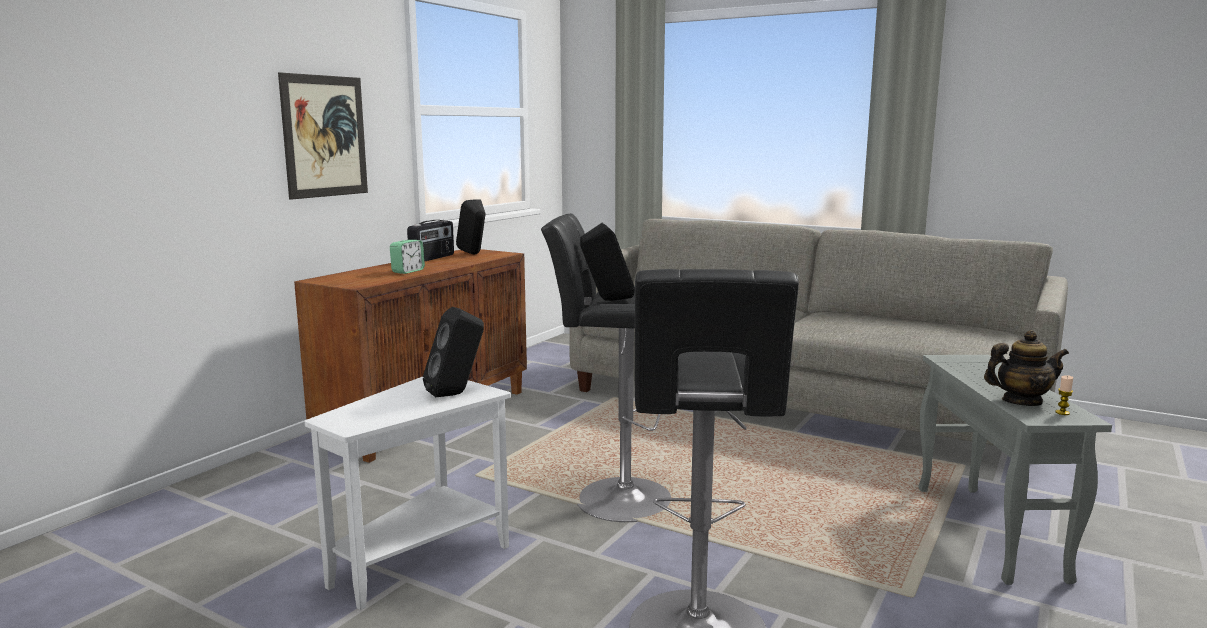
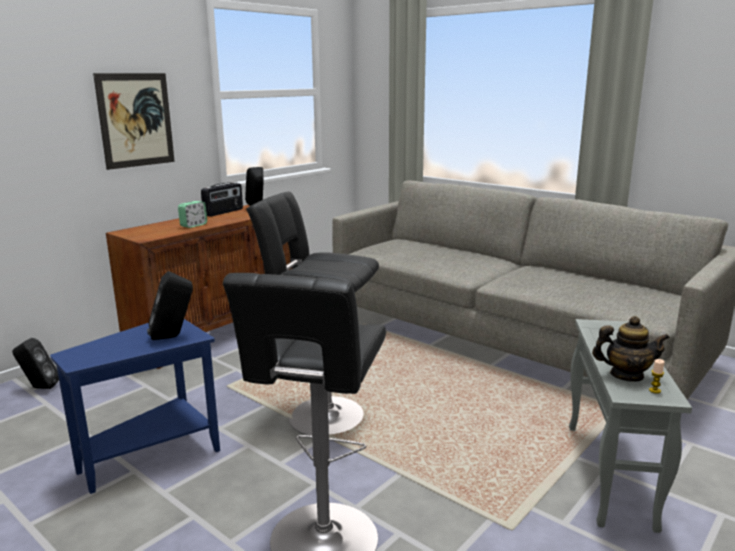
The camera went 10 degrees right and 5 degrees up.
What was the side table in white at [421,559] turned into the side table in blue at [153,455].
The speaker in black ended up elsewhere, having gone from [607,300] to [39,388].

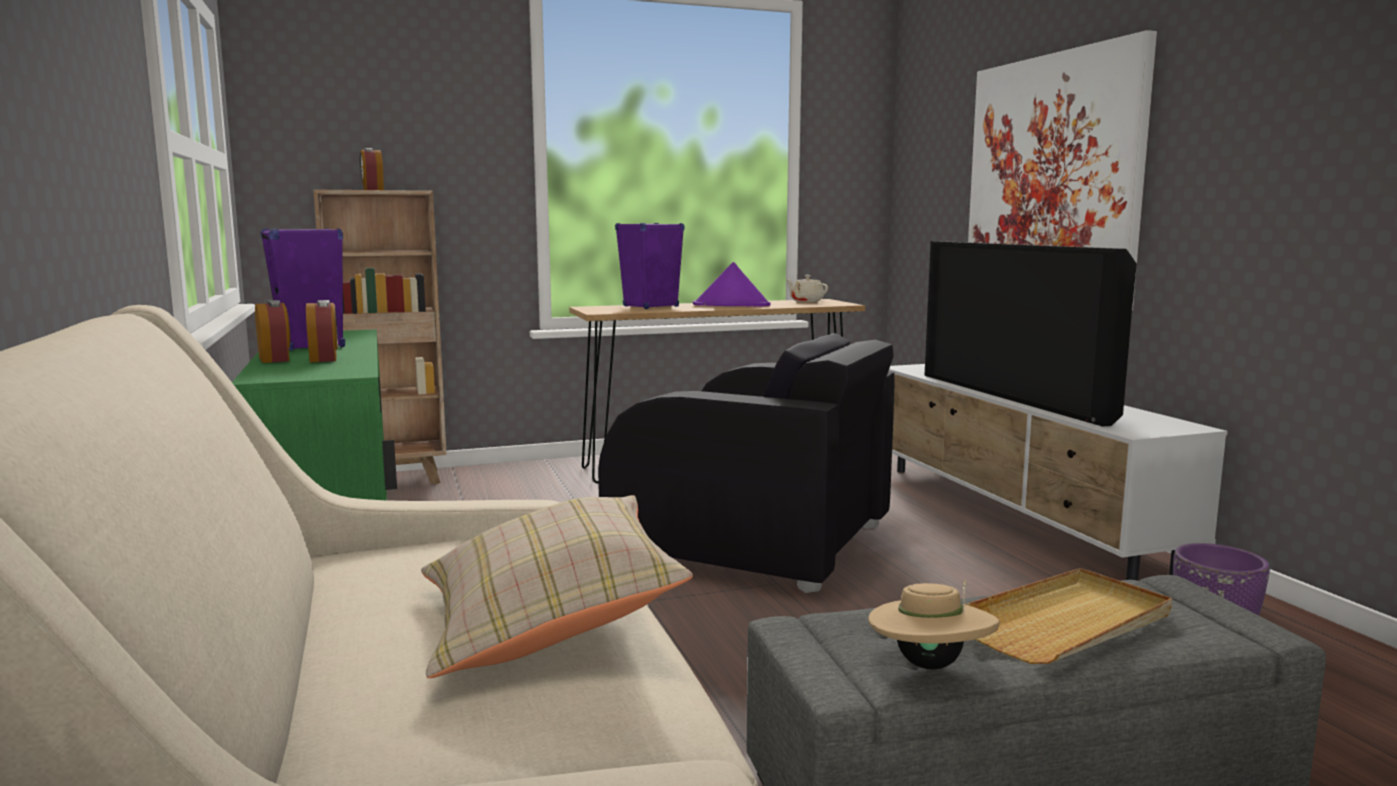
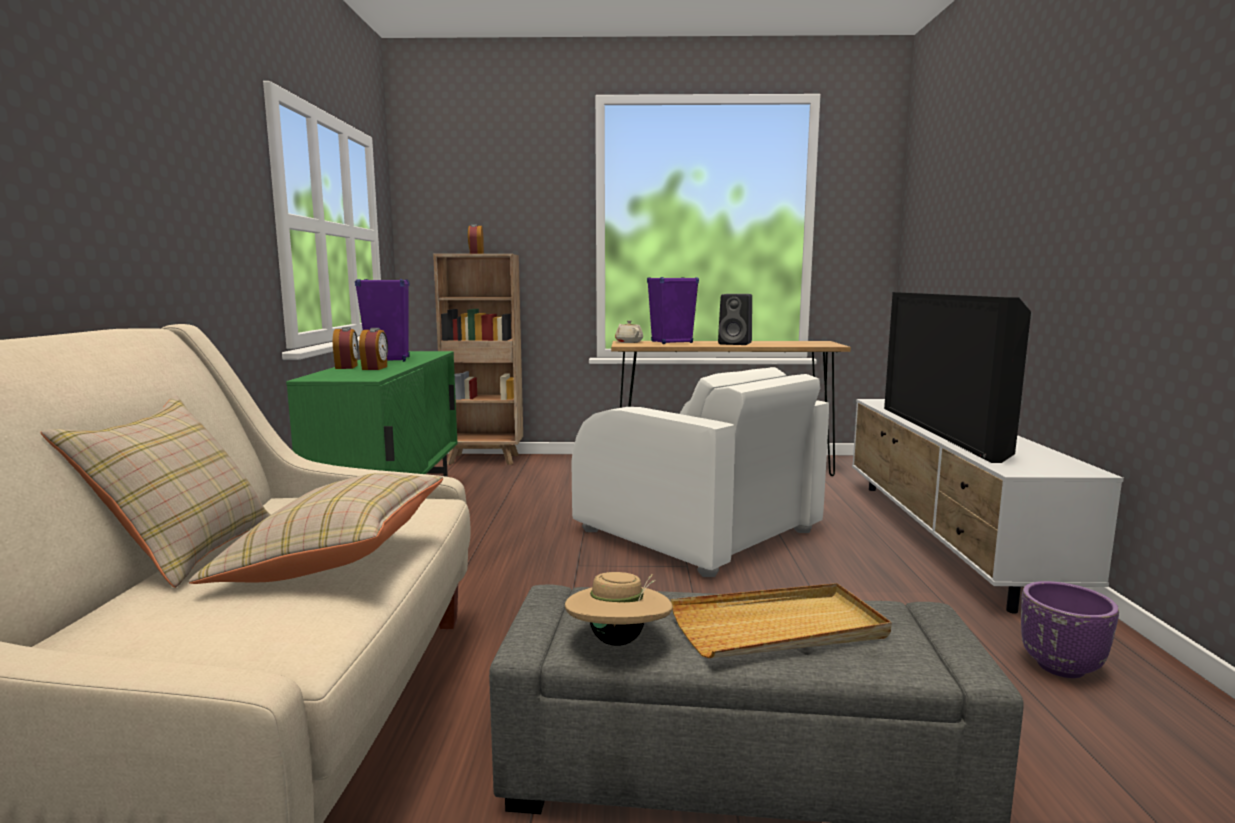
The camera went 20 degrees right and 0 degrees up.
What was the armchair in black at [754,541] turned into the armchair in white at [698,531].
Where the hat in purple stood at [732,305], the speaker in black came to stand at [736,343].
The teapot in beige ended up elsewhere, having gone from [806,301] to [628,342].
The second view lost the picture at [1052,179].
The second view gained the pillow in beige at [185,552].

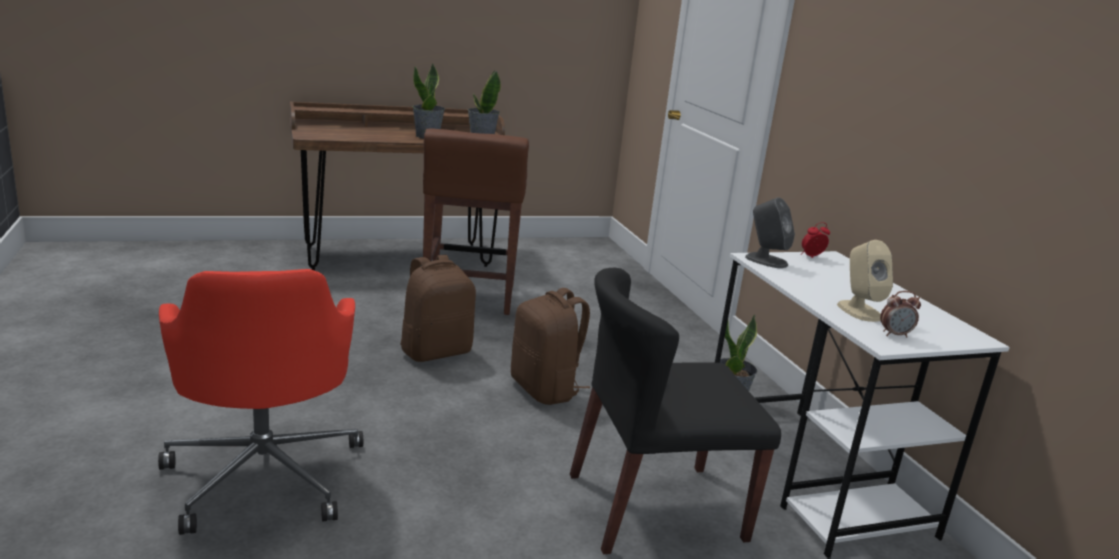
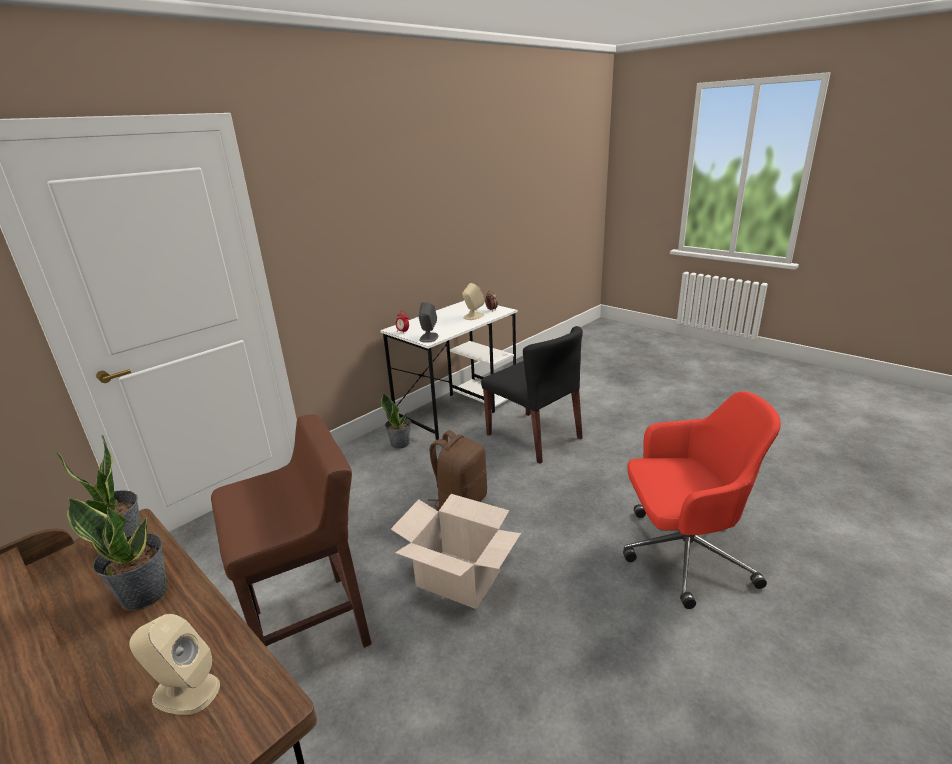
The camera went 115 degrees left and 5 degrees up.
The office chair in red at [265,474] ended up facing another way, 45 degrees clockwise from before.
Where the backpack in brown stood at [436,352], the cardboard box came to stand at [458,579].
The second view gained the speaker in beige at [185,691].

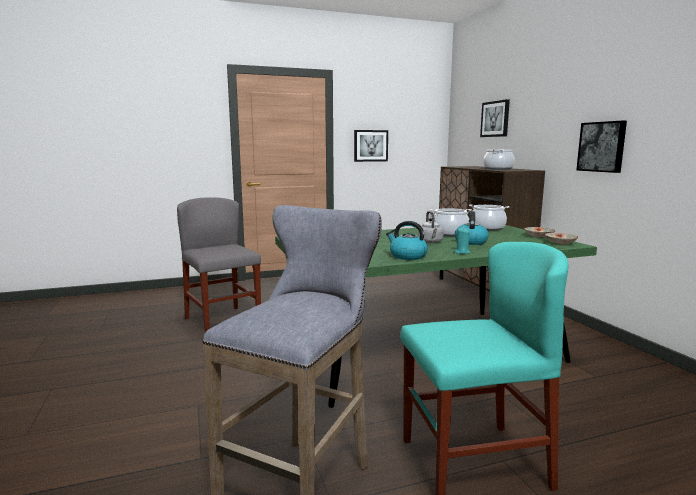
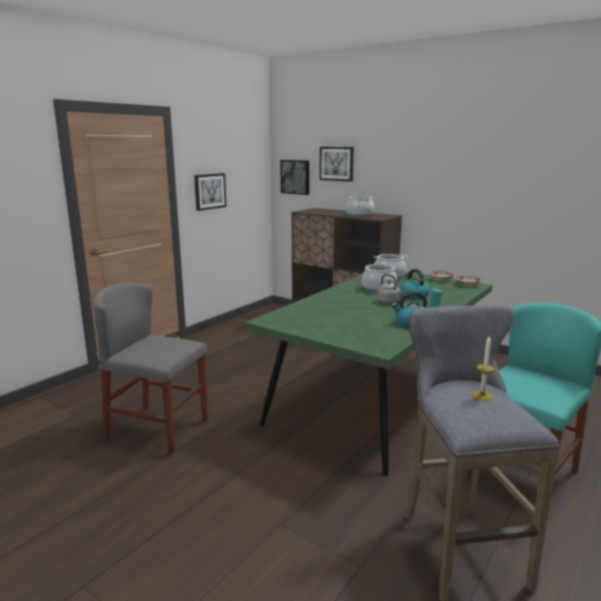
The camera went 35 degrees left and 5 degrees up.
The picture ended up elsewhere, having gone from [602,146] to [295,177].
The second view gained the candle at [482,395].

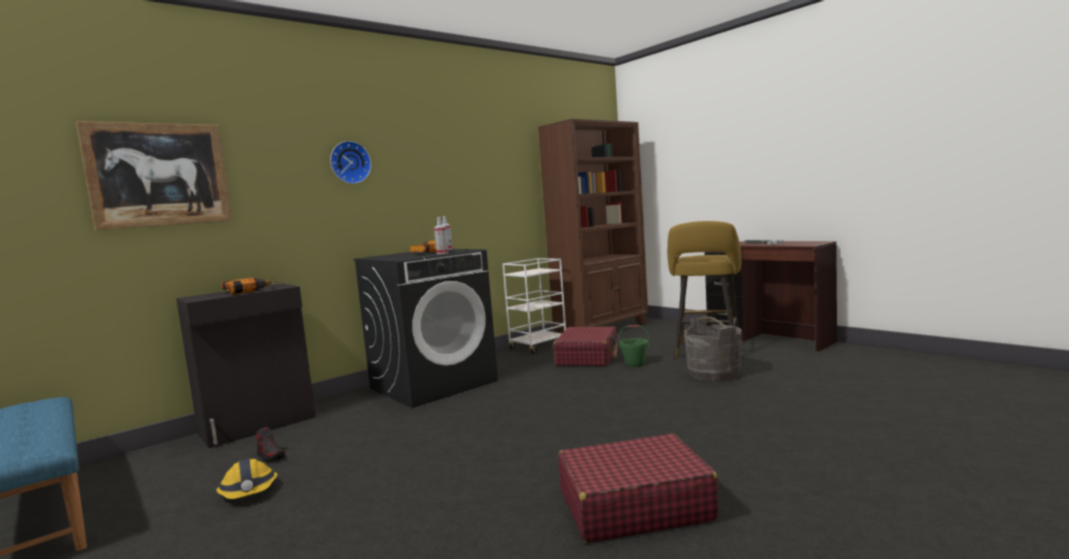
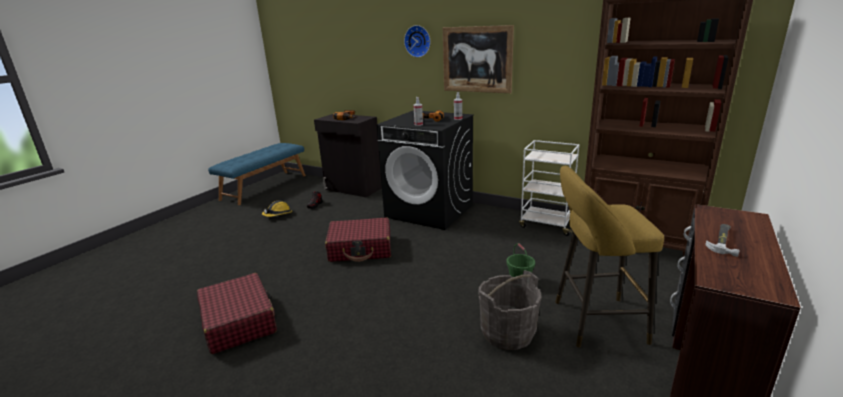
The camera went 70 degrees right and 15 degrees up.
The picture ended up elsewhere, having gone from [159,175] to [477,59].
The suitcase in red ended up elsewhere, having gone from [587,357] to [361,249].

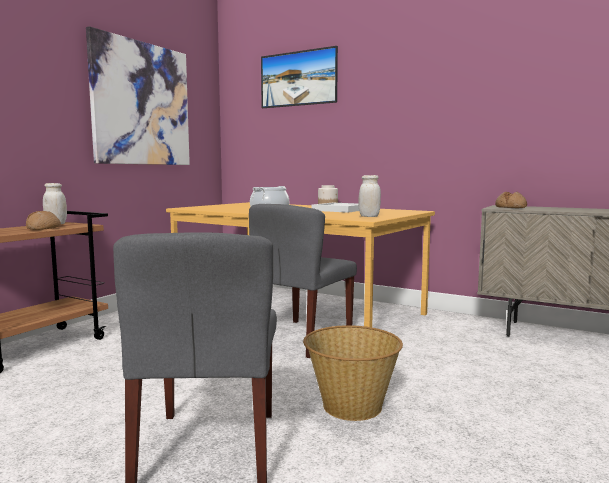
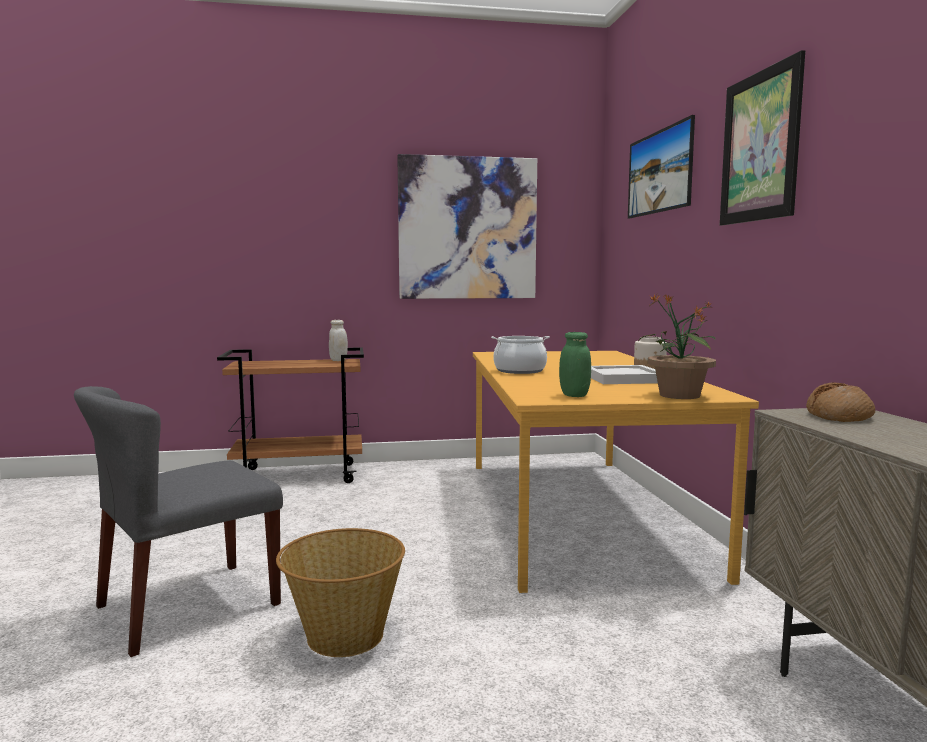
The camera went 50 degrees right and 0 degrees up.
The second view lost the bread at [43,228].
The second view lost the chair in grey at [301,338].
What was the jar in white at [369,216] turned into the jar in green at [574,395].
The second view gained the potted plant at [678,395].
The second view gained the picture at [760,147].

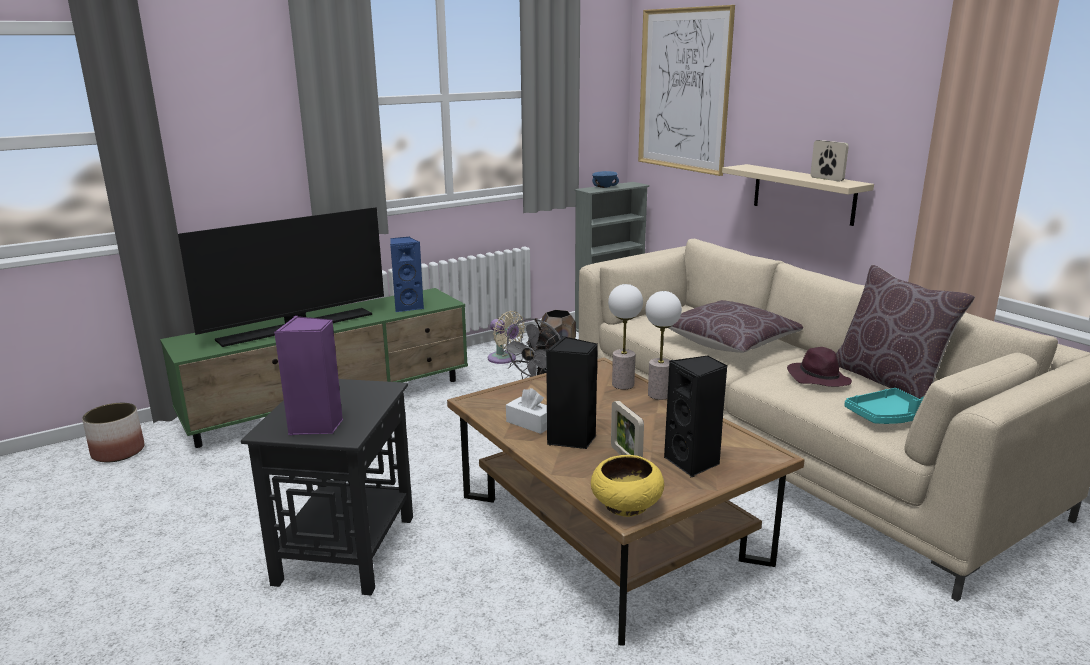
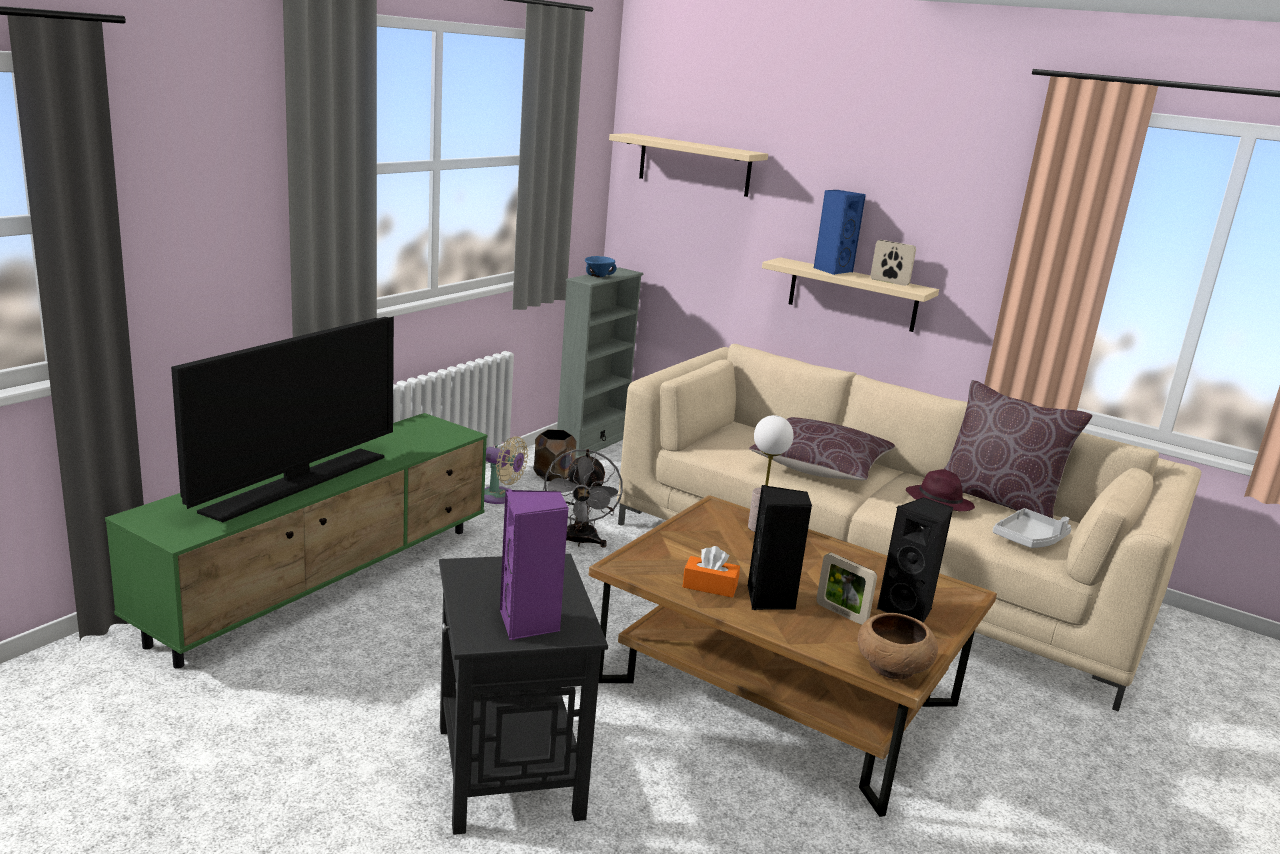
The camera went 25 degrees left and 0 degrees up.
The second view lost the planter at [118,452].
The speaker in blue ended up elsewhere, having gone from [407,307] to [832,270].
What was the tissue box in white at [530,423] turned into the tissue box in orange at [710,586].
What was the bowl in yellow at [625,506] turned into the bowl in brown at [892,668].
Where the picture hung at [683,90], the shelf in beige came to hang at [694,165].
The second view lost the table lamp at [659,394].
What was the tray in turquoise at [888,417] turned into the tray in grey at [1030,539].

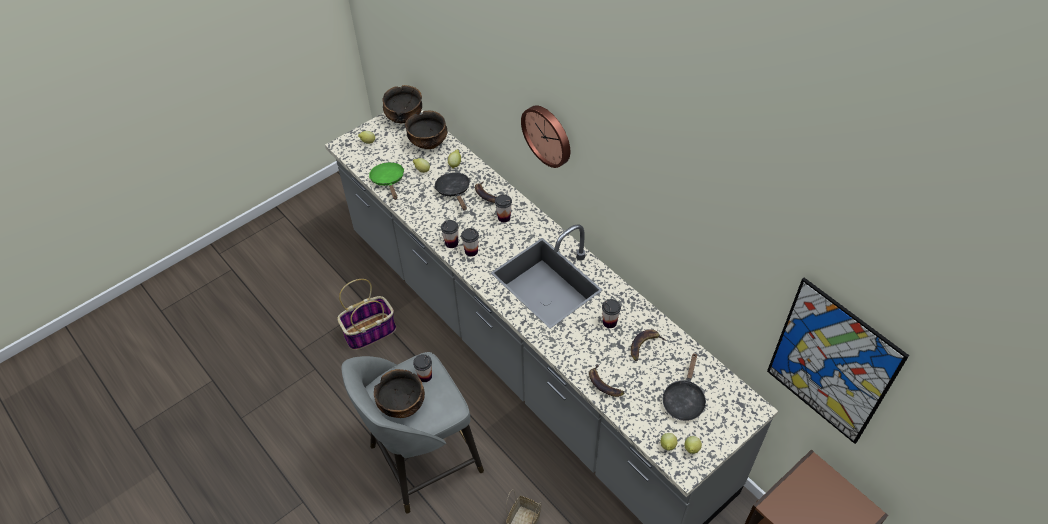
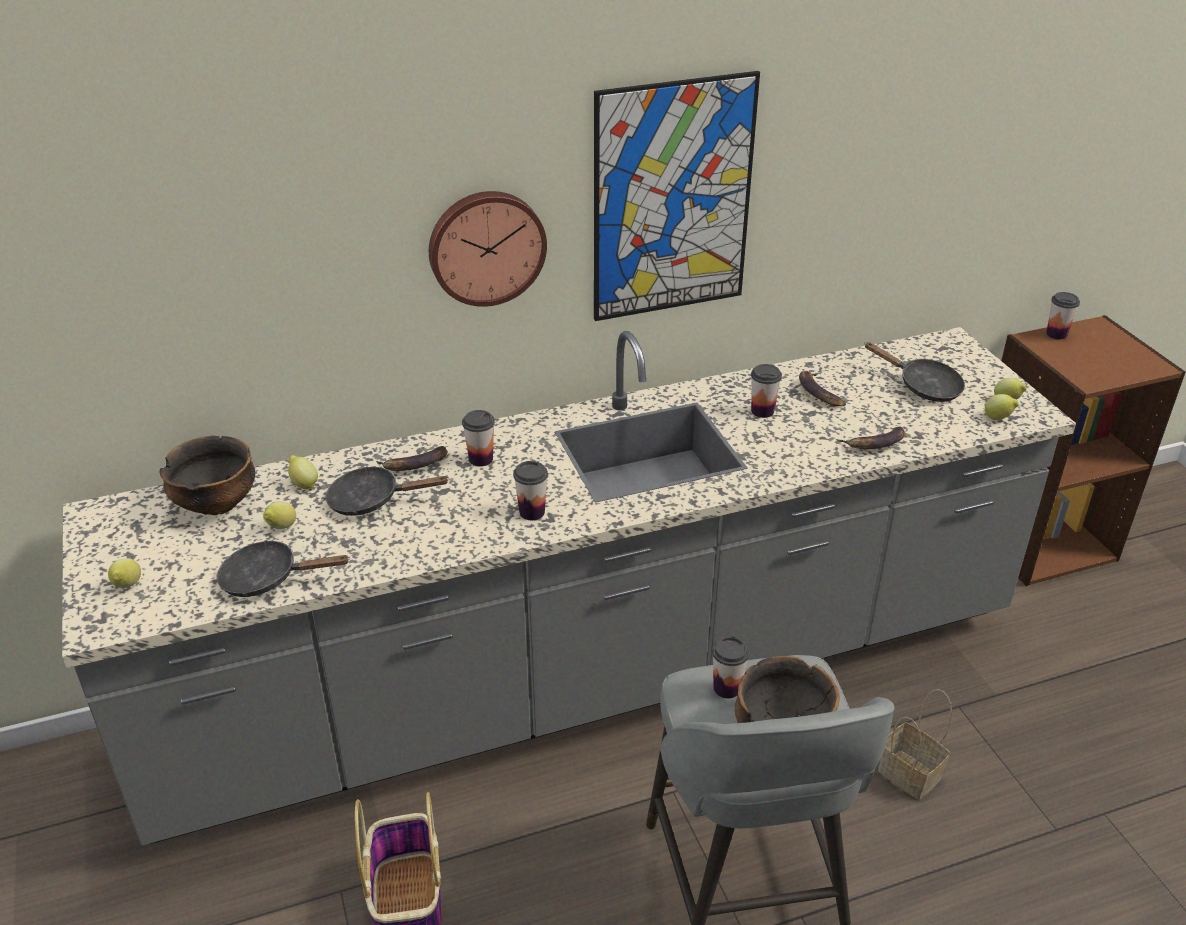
The camera went 70 degrees left and 15 degrees down.
What was the frying pan in green at [388,181] turned into the frying pan in black at [268,578].
The second view lost the bowl at [404,118].
The cup ended up elsewhere, having gone from [451,243] to [1056,334].
The picture ended up elsewhere, having gone from [831,363] to [672,200].

